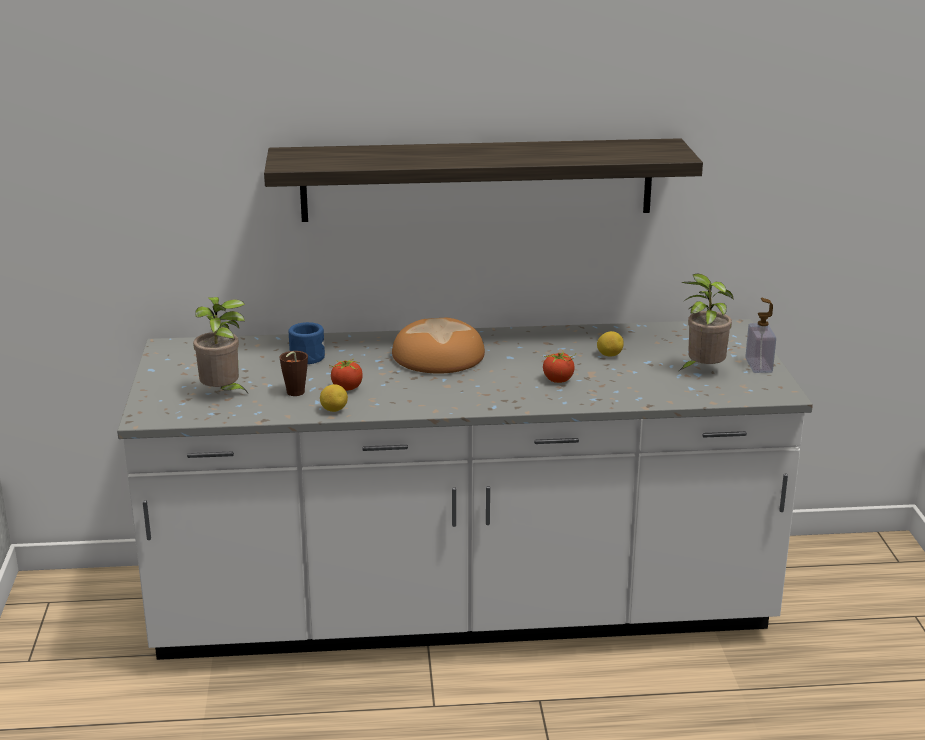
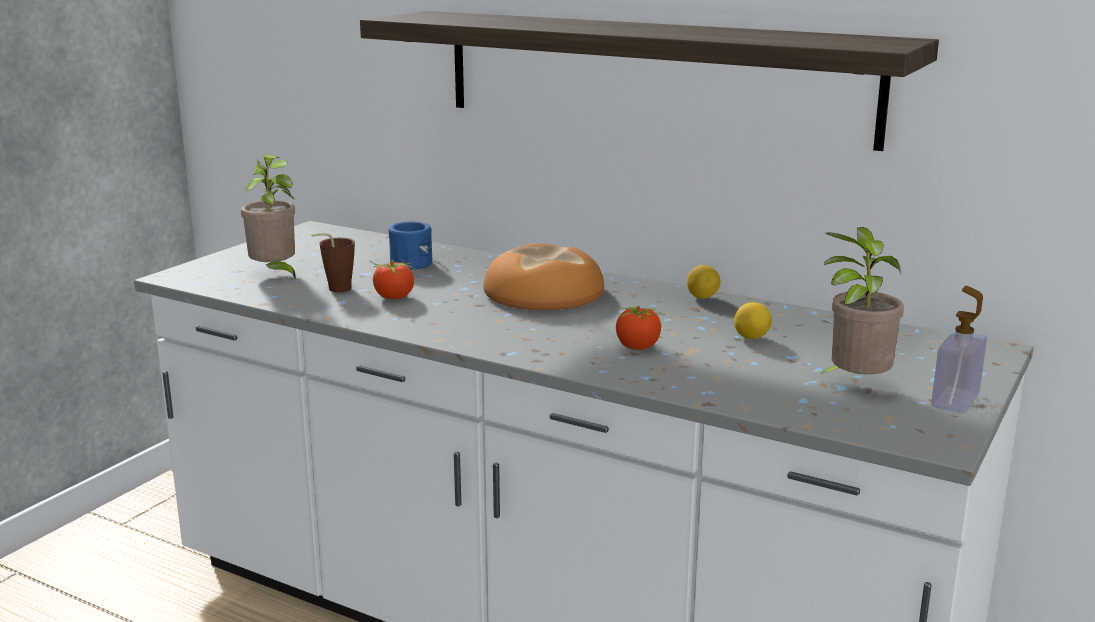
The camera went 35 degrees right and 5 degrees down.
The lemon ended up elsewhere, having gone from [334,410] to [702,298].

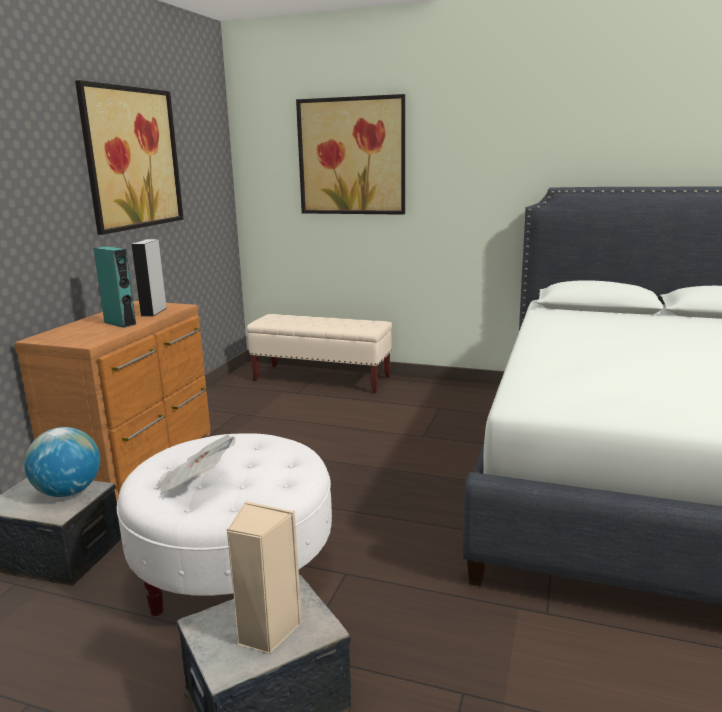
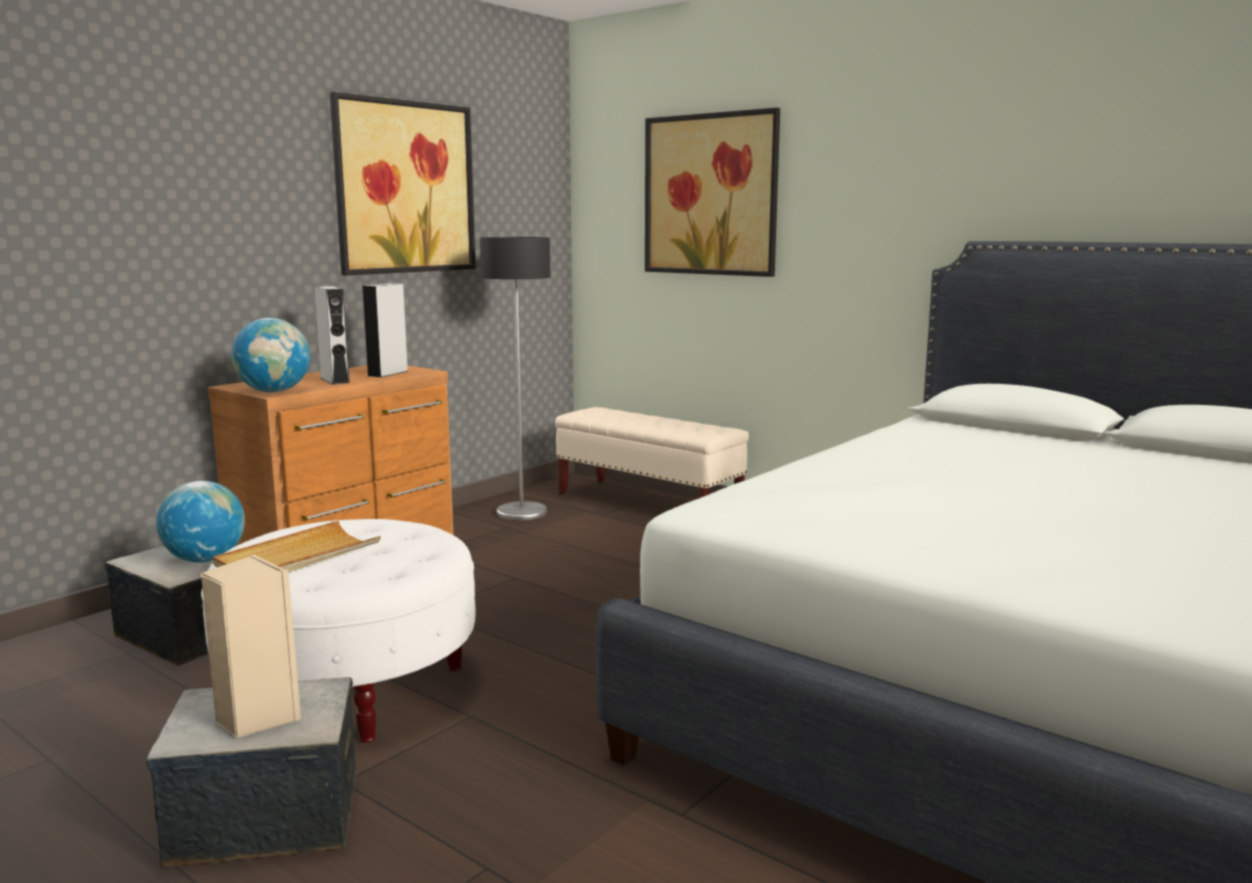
The camera went 20 degrees right and 5 degrees down.
What was the speaker in turquoise at [120,323] turned into the speaker in grey at [335,380].
Where the newspaper stood at [197,483], the tray in beige came to stand at [297,558].
The second view gained the globe at [274,392].
The second view gained the floor lamp at [521,513].

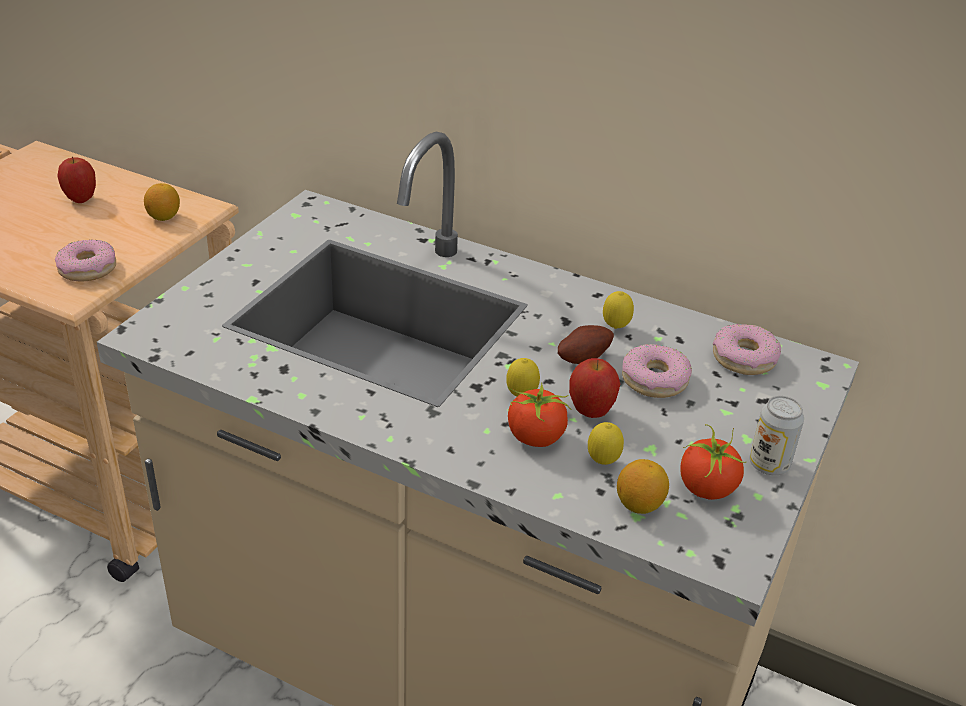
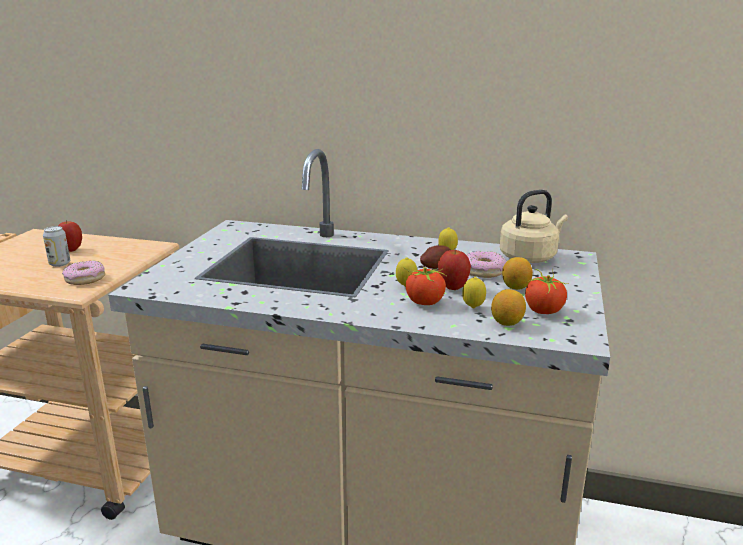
The camera went 10 degrees left and 15 degrees down.
The lemon ended up elsewhere, having gone from [164,217] to [515,287].
Where the donut stood at [743,358], the kettle in beige came to stand at [530,257].
The can ended up elsewhere, having gone from [769,464] to [60,264].

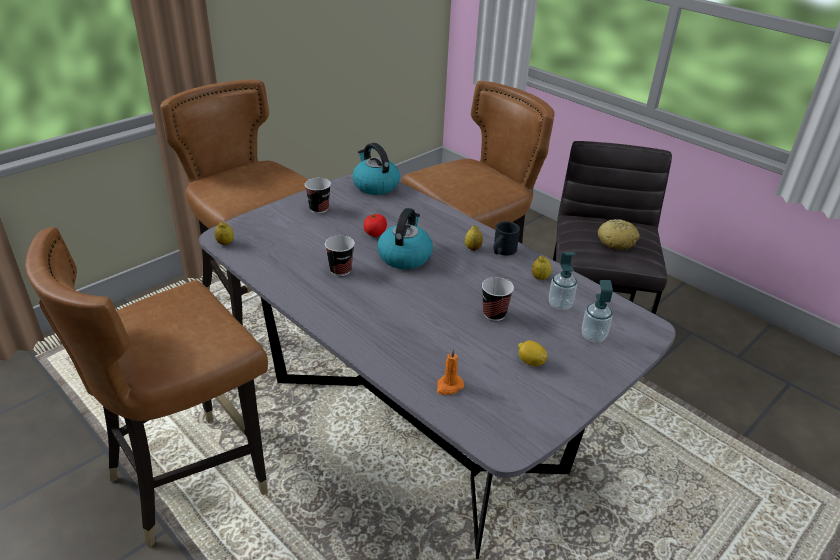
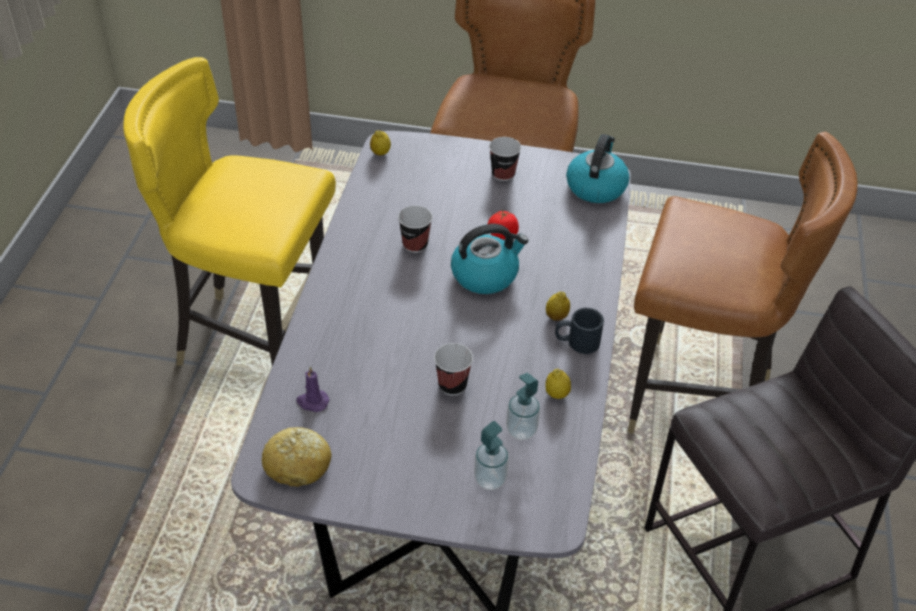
The camera went 55 degrees right and 10 degrees up.
What was the chair in brown at [189,478] turned into the chair in yellow at [256,342].
What was the candle in orange at [449,386] turned into the candle in purple at [312,402].
The second view lost the lemon at [530,362].
The bread ended up elsewhere, having gone from [616,241] to [298,465].

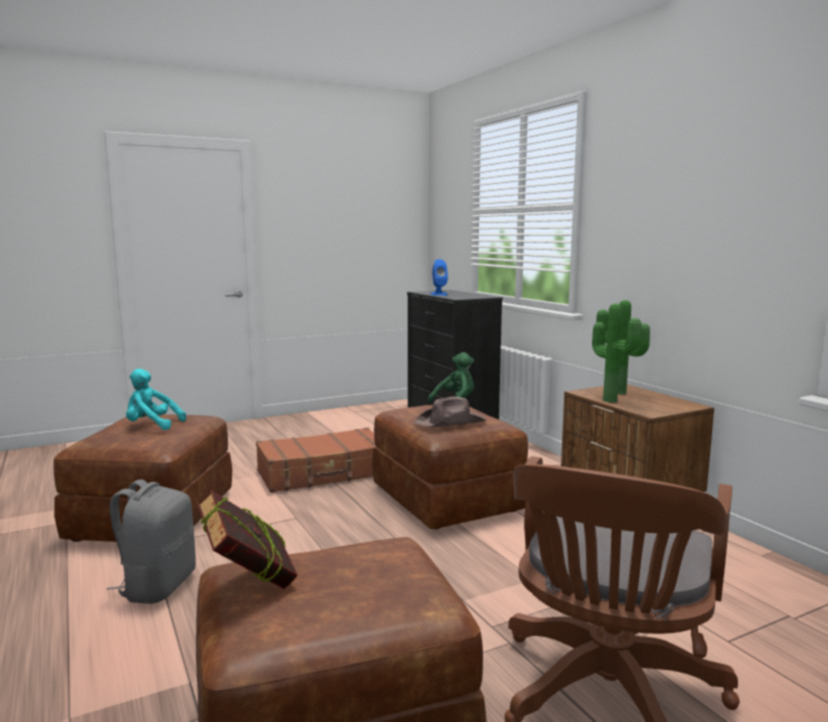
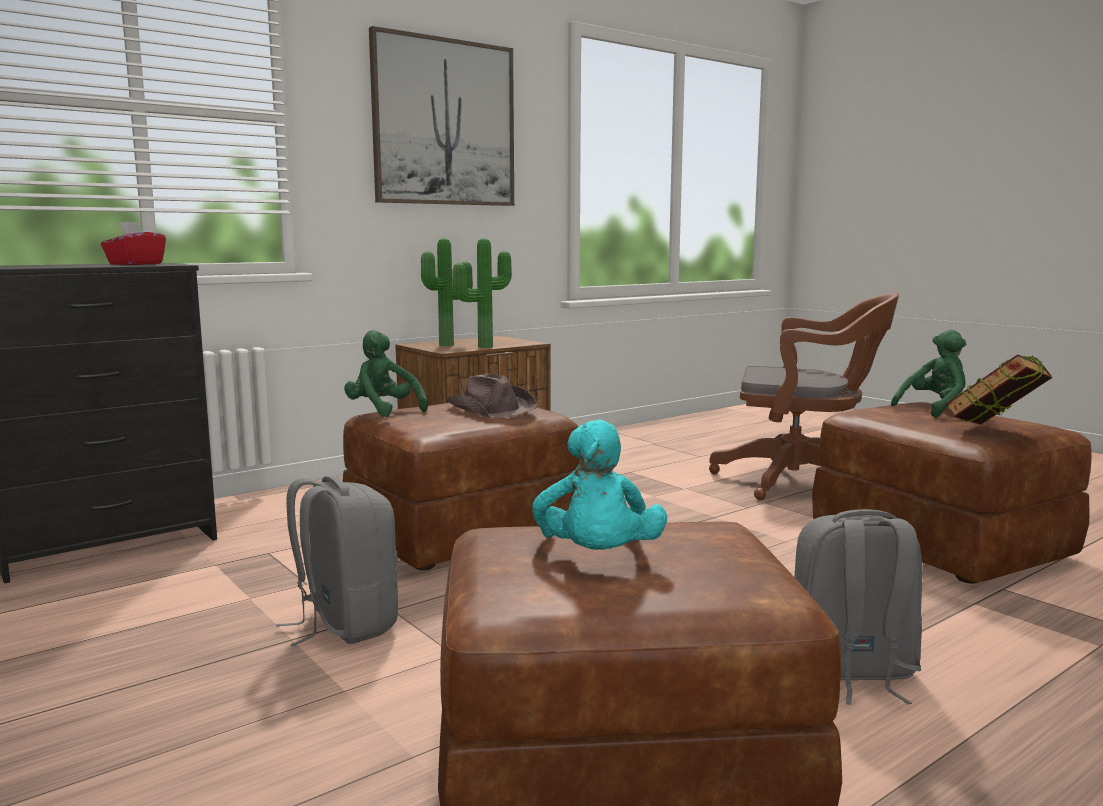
The camera went 100 degrees left and 0 degrees up.
Where the suitcase in brown stood at [324,473], the backpack in grey came to stand at [344,624].
The second view lost the speaker in blue at [439,294].
The second view gained the tissue box in red at [135,264].
The second view gained the picture at [444,123].
The second view gained the plush toy in green at [934,409].

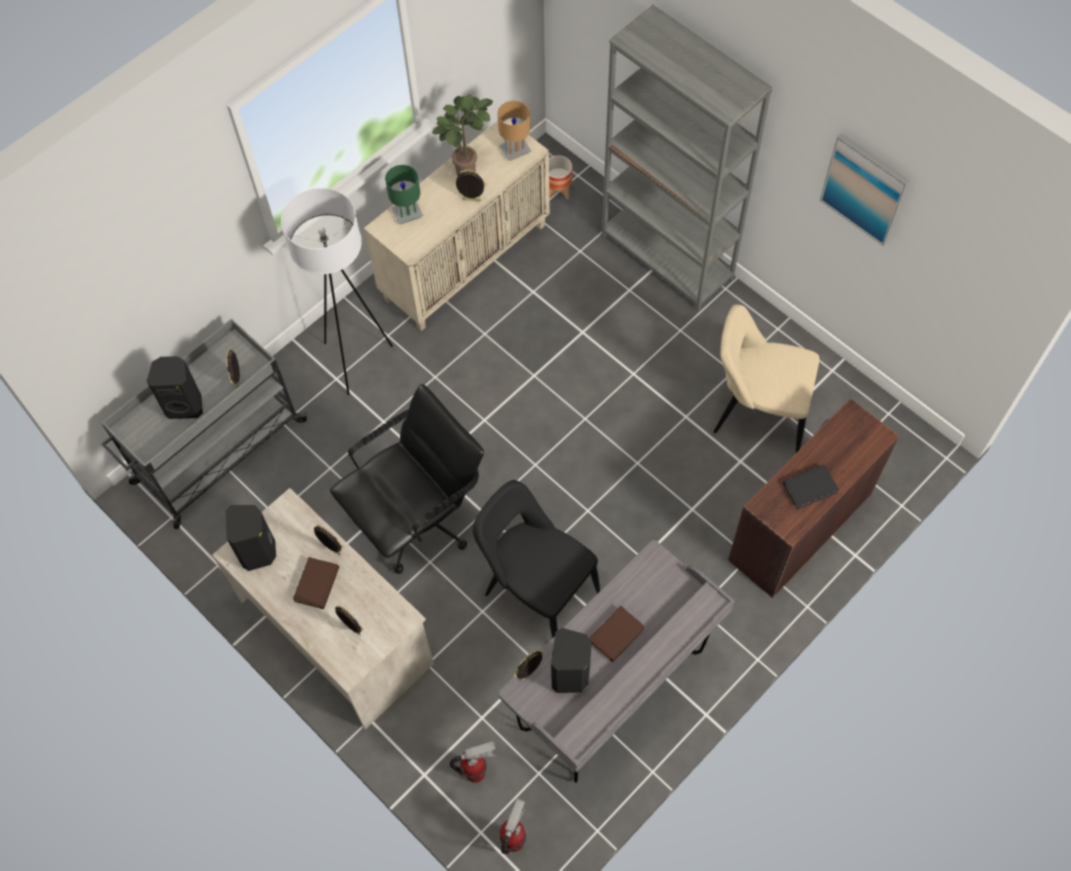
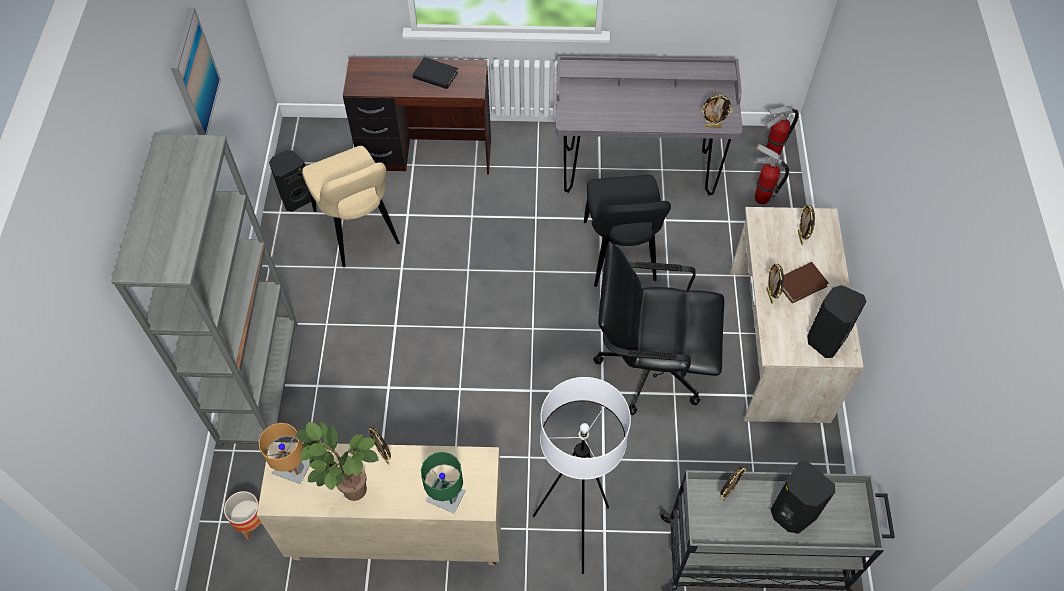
The camera went 135 degrees left and 5 degrees down.
The speaker in black ended up elsewhere, having gone from [571,674] to [296,198].
The second view lost the book in brown at [616,635].

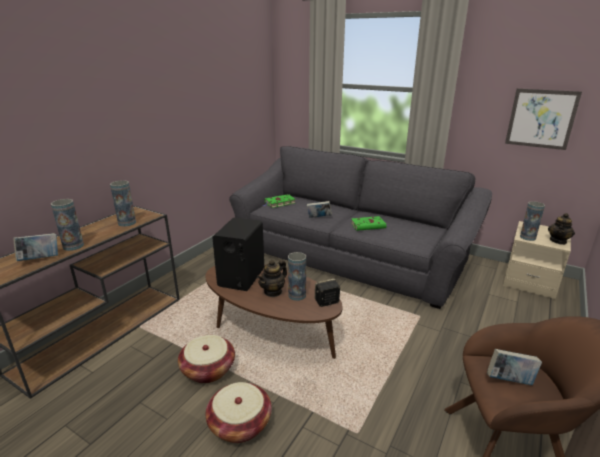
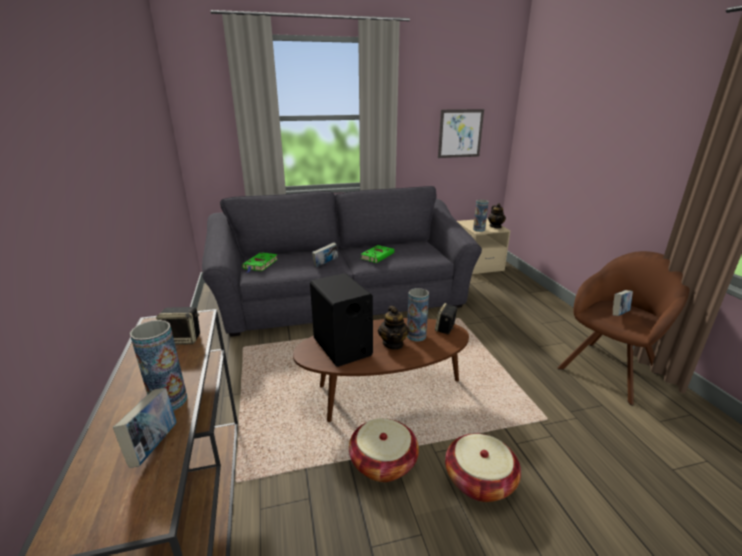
The camera went 45 degrees left and 0 degrees up.
Where the vase stood at [127,223], the speaker came to stand at [183,339].

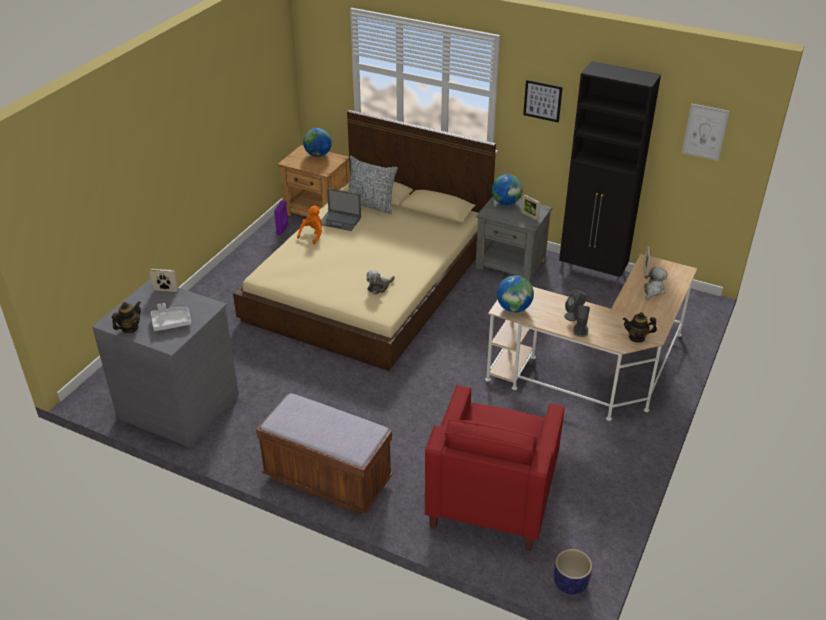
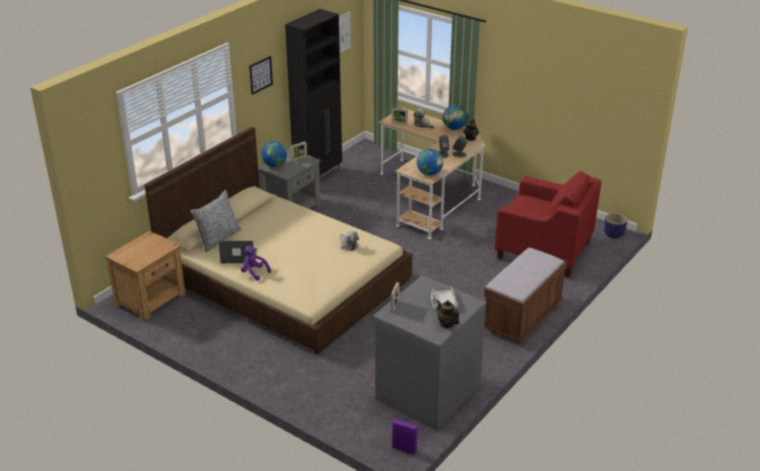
The camera went 80 degrees left and 5 degrees down.
The speaker in purple ended up elsewhere, having gone from [283,230] to [405,448].
What was the plush toy in orange at [312,234] turned into the plush toy in purple at [254,272].
The globe ended up elsewhere, having gone from [318,155] to [454,128].
The laptop at [340,221] ended up facing another way, 120 degrees counterclockwise from before.

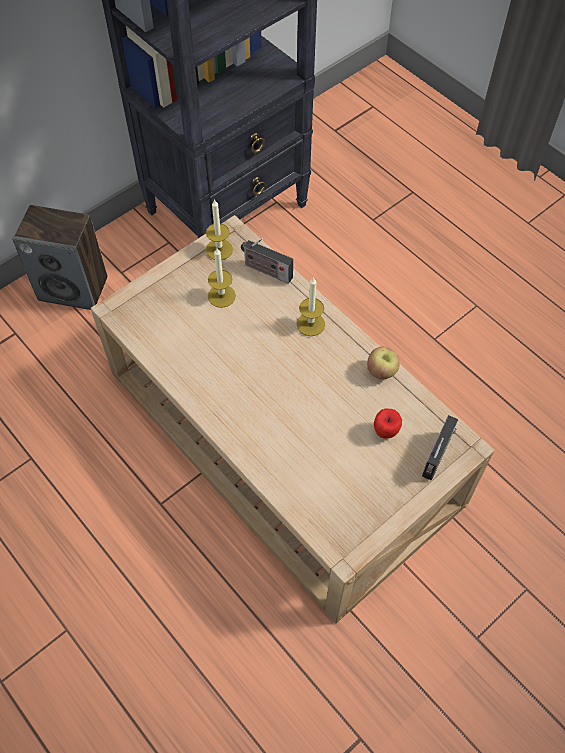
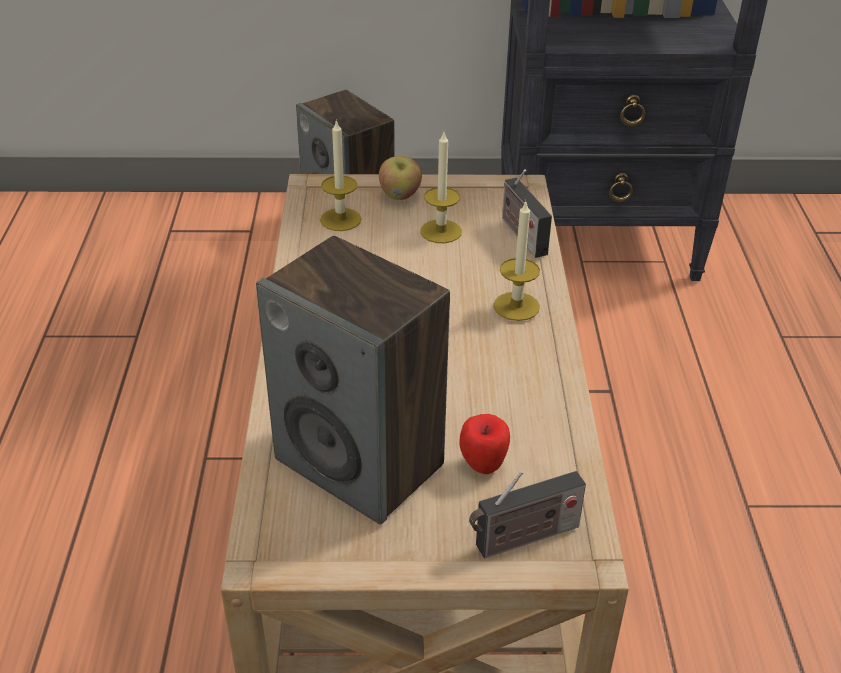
The camera went 40 degrees right and 20 degrees down.
The candle ended up elsewhere, having gone from [219,249] to [340,219].
The apple ended up elsewhere, having gone from [381,371] to [400,195].
The second view gained the speaker at [361,462].

